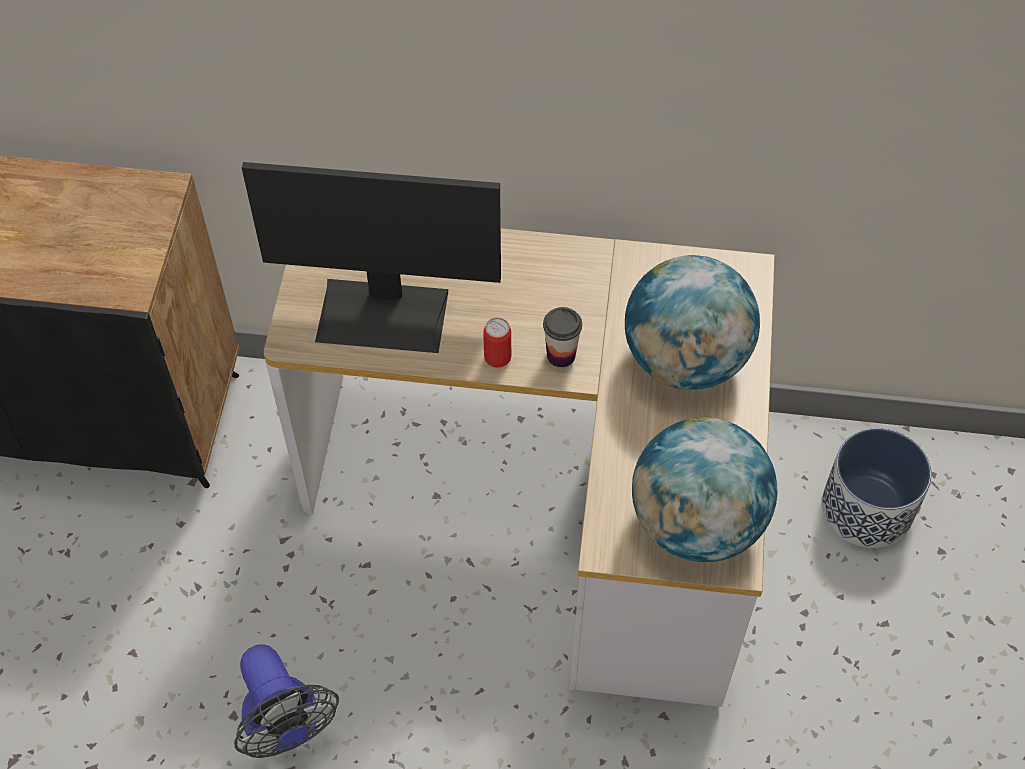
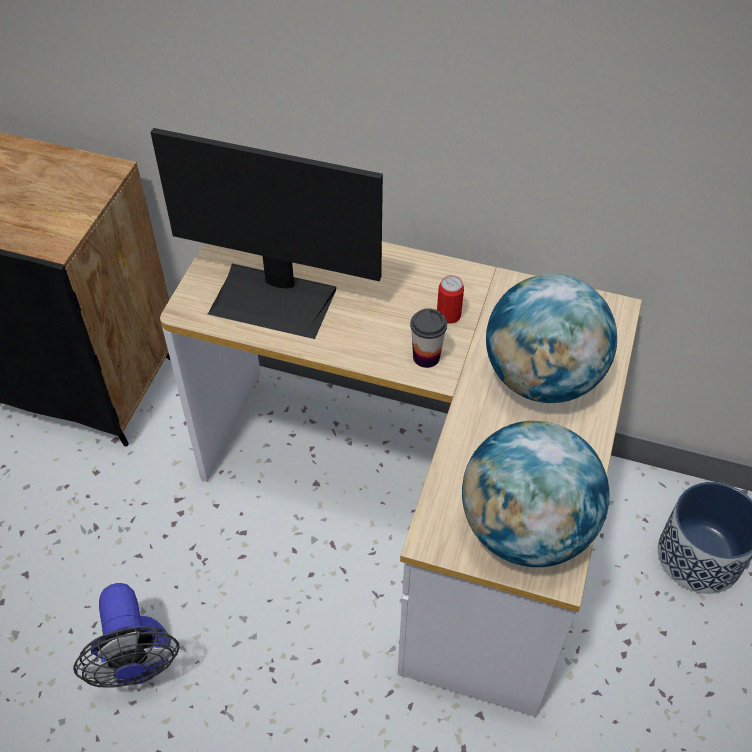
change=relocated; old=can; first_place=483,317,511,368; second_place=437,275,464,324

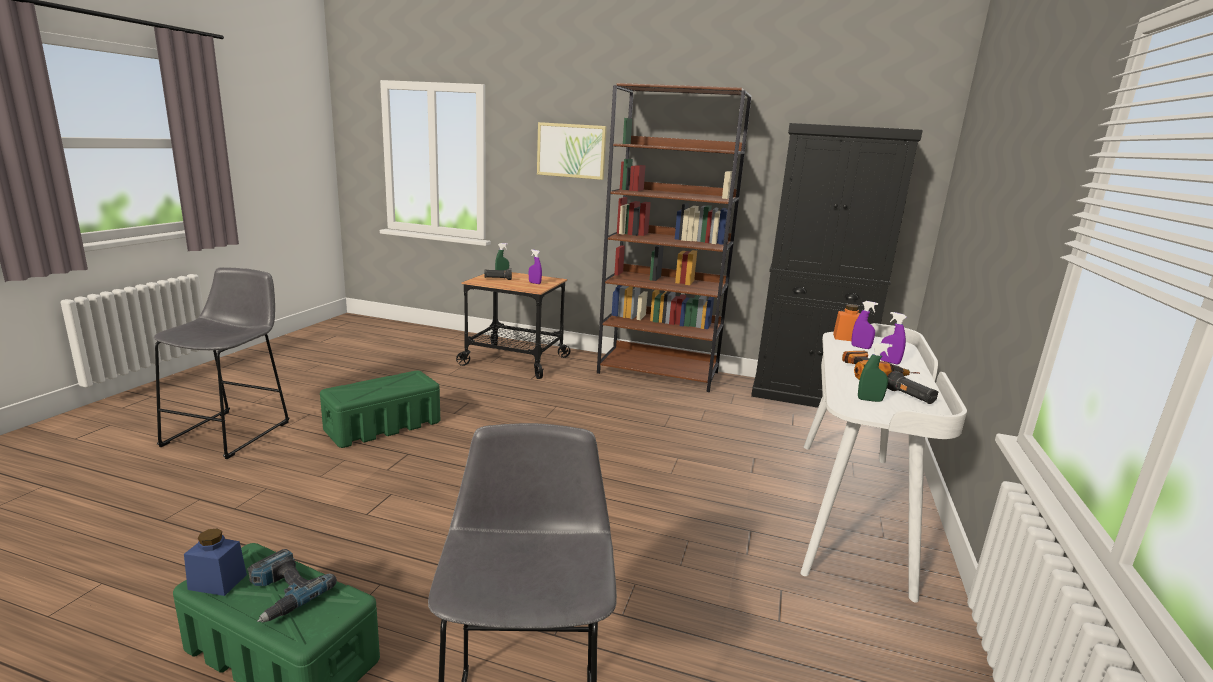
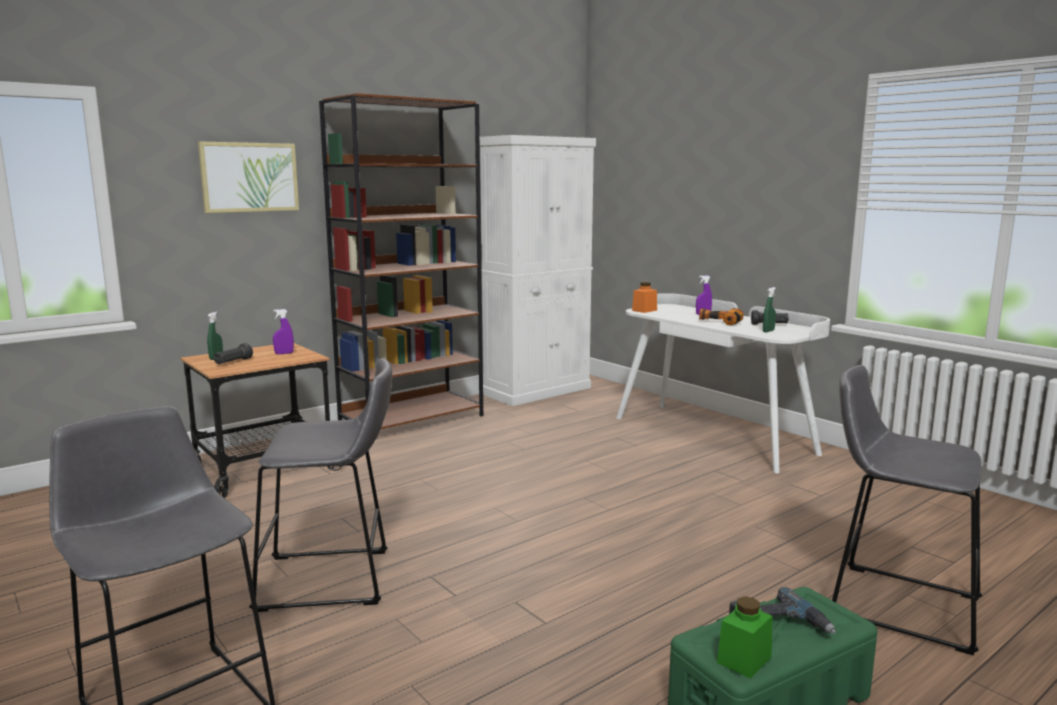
change=colour; old=bluish storage jar; new=green-coloured storage jar; first_place=184,528,247,596; second_place=717,596,773,679
change=exchanged; old=green-coloured storage container; new=gray stool seat; first_place=320,370,440,448; second_place=249,358,392,612
change=colour; old=black-coloured storage cabinet; new=white storage cabinet; first_place=751,123,923,408; second_place=480,135,596,406
change=missing; old=purple-coloured sprayer; first_place=851,301,878,349

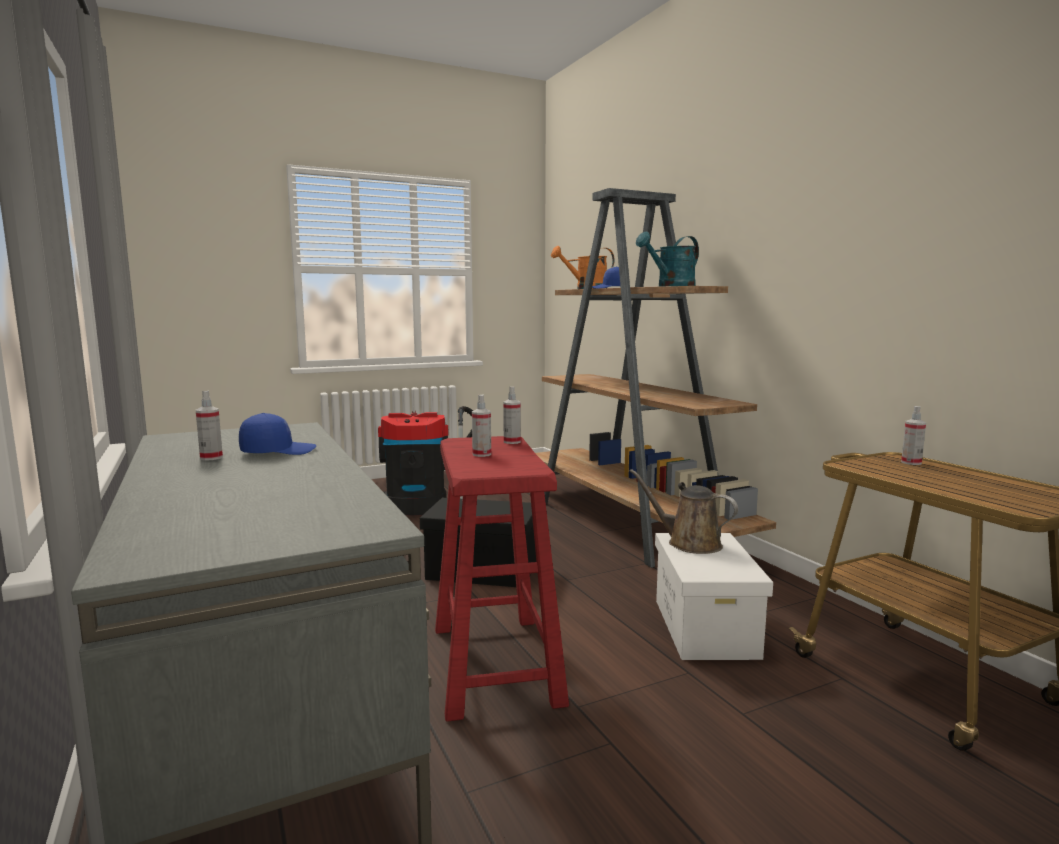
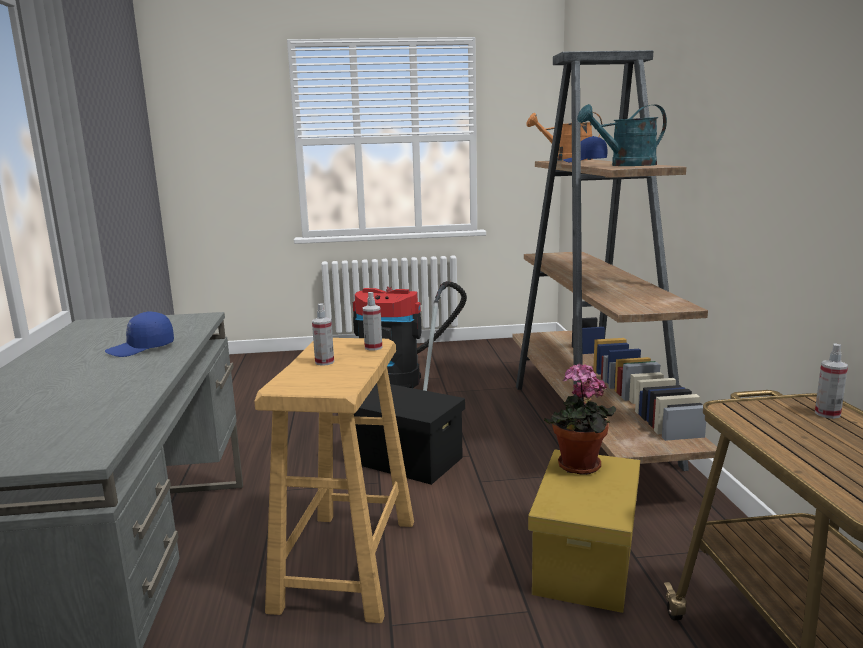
change=missing; old=sprayer; first_place=196,391,223,461
change=spun; old=bluish cap; first_place=239,413,316,455; second_place=105,312,174,357; degrees=150
change=colour; old=red stool seat; new=beige-coloured stool seat; first_place=435,436,569,722; second_place=254,338,414,623
change=exchanged; old=brown watering can; new=plant in a pot; first_place=630,469,738,554; second_place=544,363,616,475
change=colour; old=white storage container; new=yellow-coloured storage container; first_place=655,533,773,660; second_place=528,450,640,613

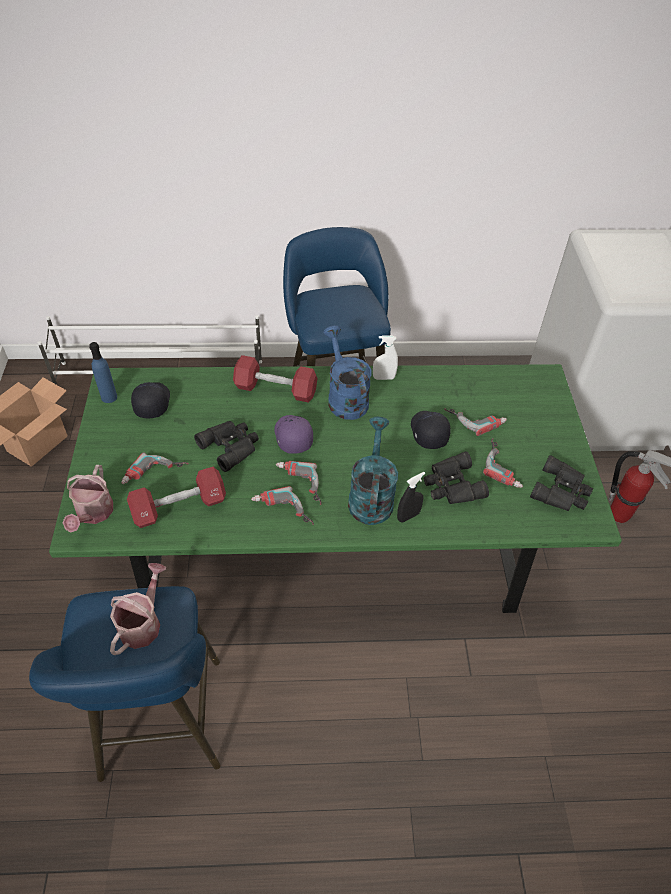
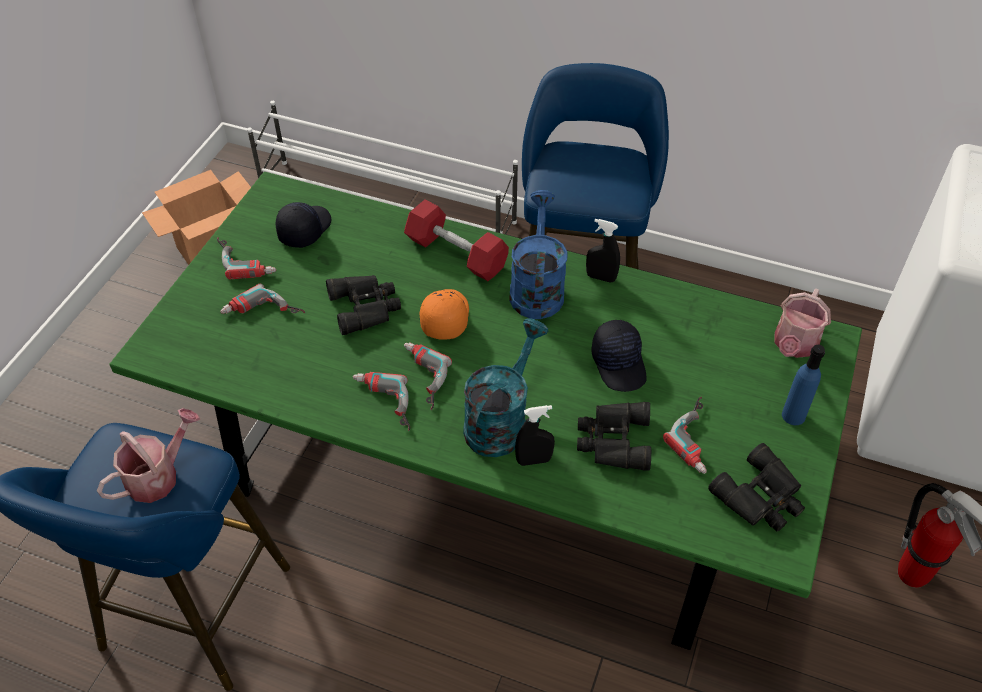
change=relocated; old=watering can; first_place=62,465,113,532; second_place=774,289,831,358
change=relocated; old=bluish drink bottle; first_place=89,342,117,403; second_place=782,345,825,425
change=missing; old=red hand weight; first_place=127,467,226,528
change=colour; old=purple-coloured cap; new=orangey cap; first_place=274,415,313,454; second_place=420,289,469,340
change=colour; old=white sprayer; new=black-coloured sprayer; first_place=373,335,398,380; second_place=586,219,620,283
change=spun; old=black-coloured cap; first_place=411,411,451,449; second_place=591,320,647,392; degrees=150
change=relocated; old=power drill; first_place=444,408,507,436; second_place=217,237,276,279

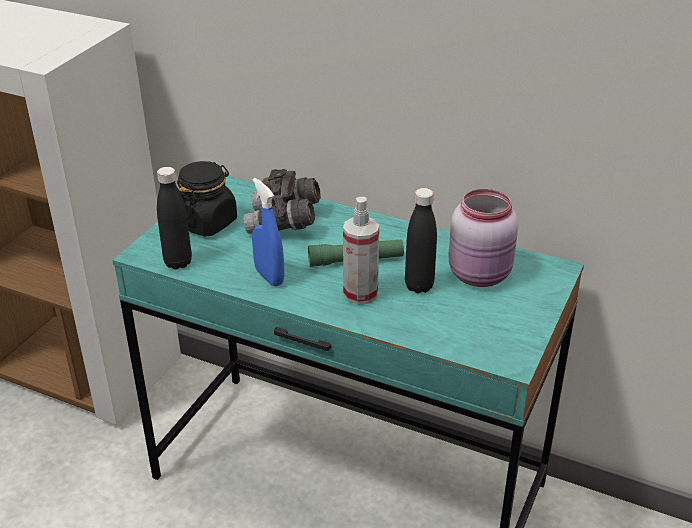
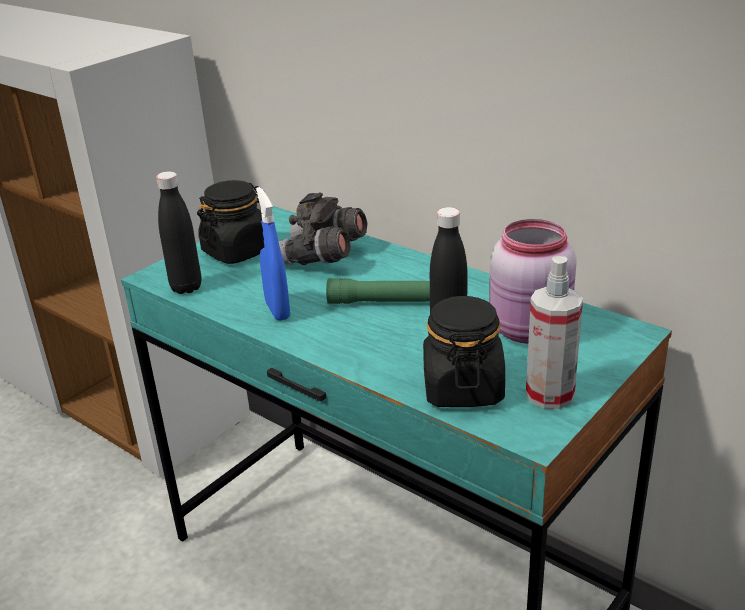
change=relocated; old=sprayer; first_place=343,197,379,305; second_place=526,256,583,409
change=appeared; new=black-coloured storage jar; second_place=423,296,505,407

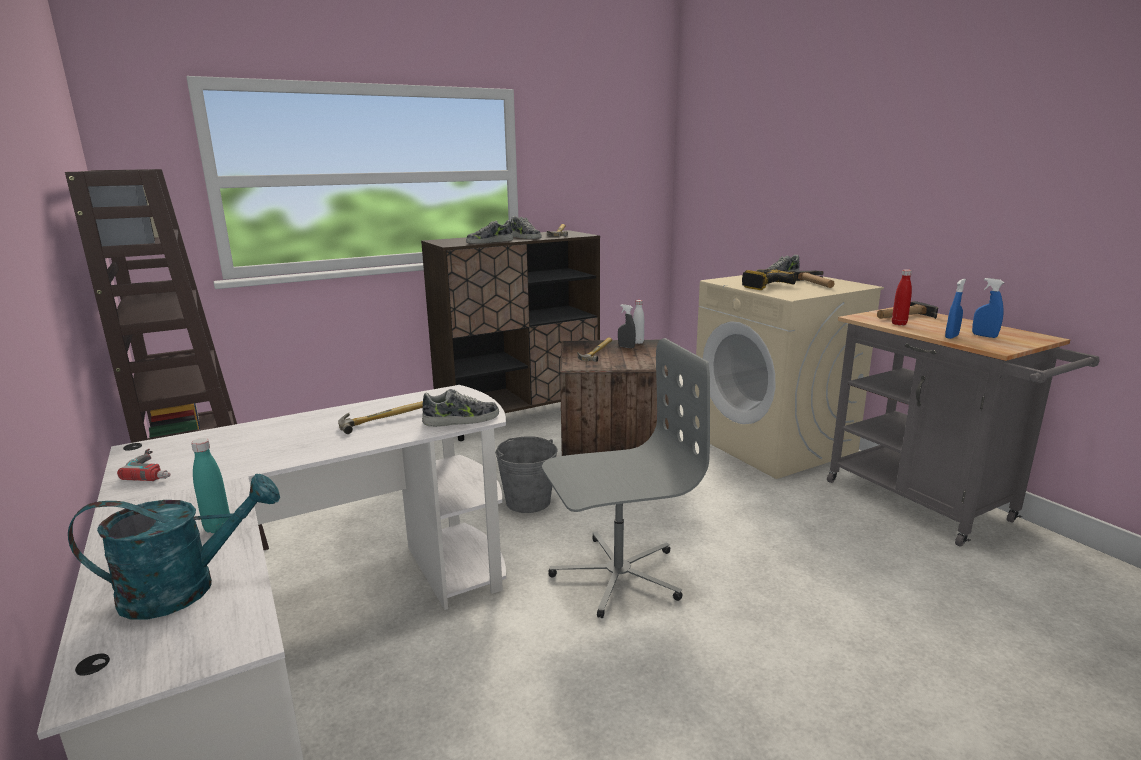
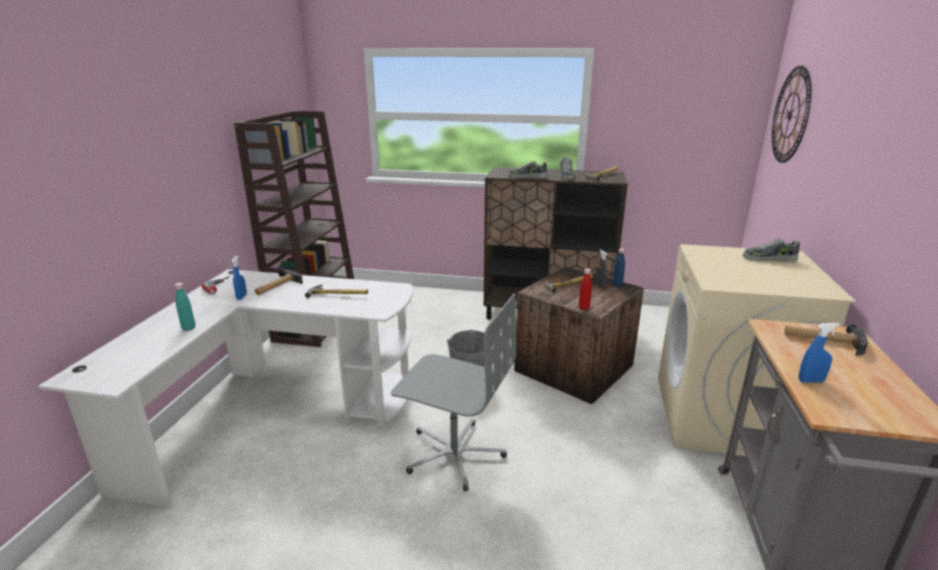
change=missing; old=turquoise-coloured watering can; first_place=68,474,280,620
change=missing; old=item of footwear; first_place=422,389,499,427
change=colour; old=white drink bottle; new=bluish drink bottle; first_place=633,300,644,344; second_place=613,249,625,286
change=missing; old=power drill; first_place=742,269,797,290
change=relocated; old=hand hammer; first_place=790,271,835,288; second_place=255,270,303,295
change=relocated; old=red drink bottle; first_place=892,269,912,325; second_place=579,269,592,310
change=relocated; old=bluish sprayer; first_place=972,278,1004,338; second_place=232,255,247,300
change=appeared; new=wall clock; second_place=772,66,812,163

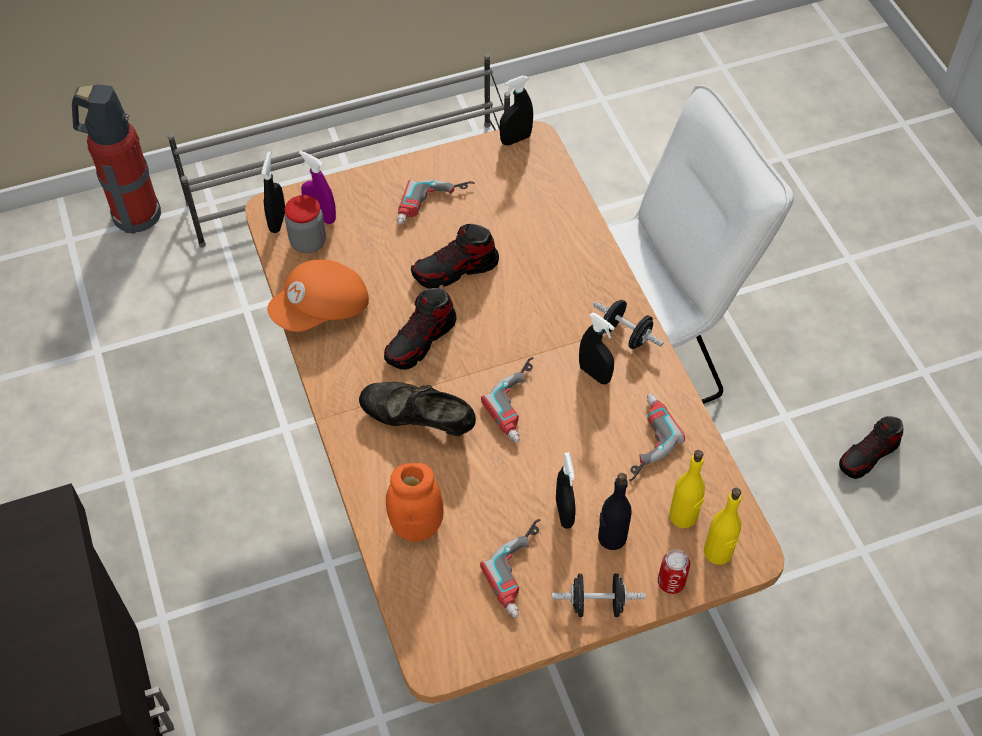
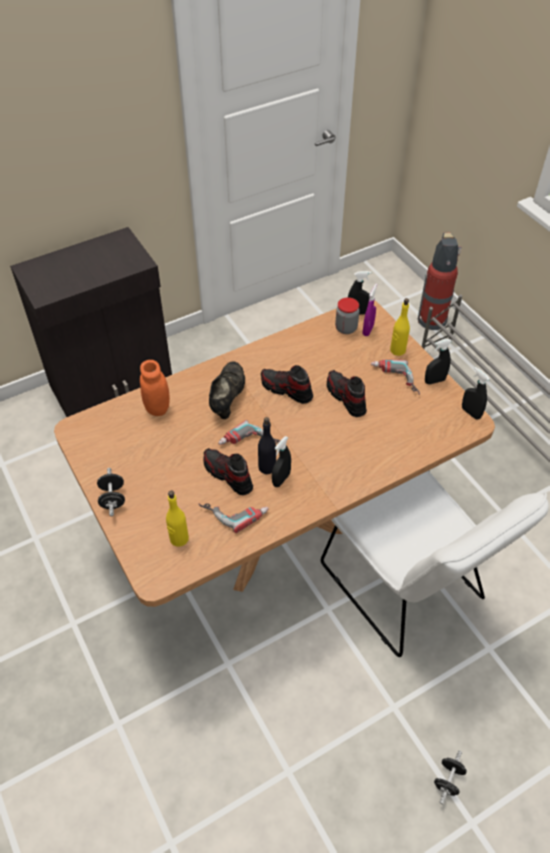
change=missing; old=orangey cap; first_place=267,259,369,332
change=missing; old=power drill; first_place=480,519,541,618
change=relocated; old=black-coloured sprayer; first_place=556,452,576,529; second_place=425,339,452,384
change=relocated; old=black-coloured hand weight; first_place=593,300,664,349; second_place=434,750,467,804
change=relocated; old=black-coloured drink bottle; first_place=598,473,632,550; second_place=258,417,276,474
change=missing; old=can; first_place=658,549,690,594
change=relocated; old=yellow-coloured drink bottle; first_place=704,488,741,565; second_place=390,298,410,356
change=relocated; old=item of footwear; first_place=839,416,903,479; second_place=203,448,253,495

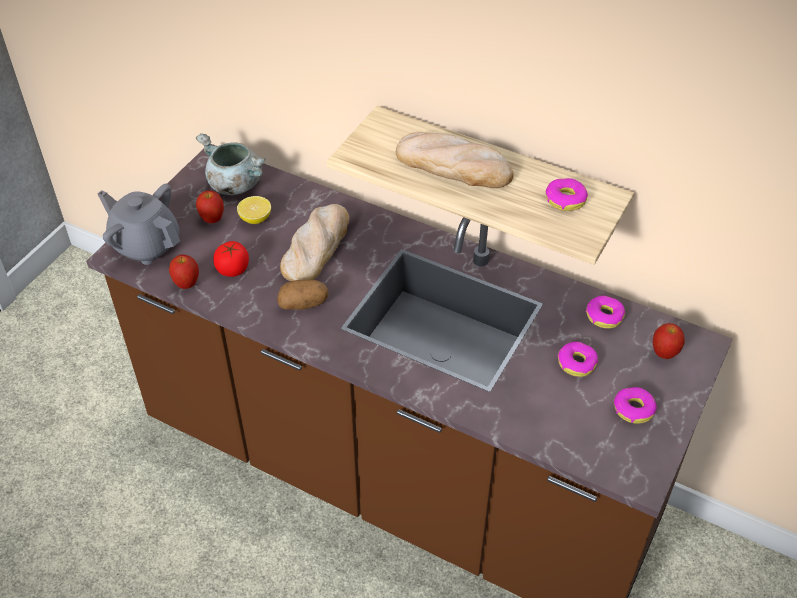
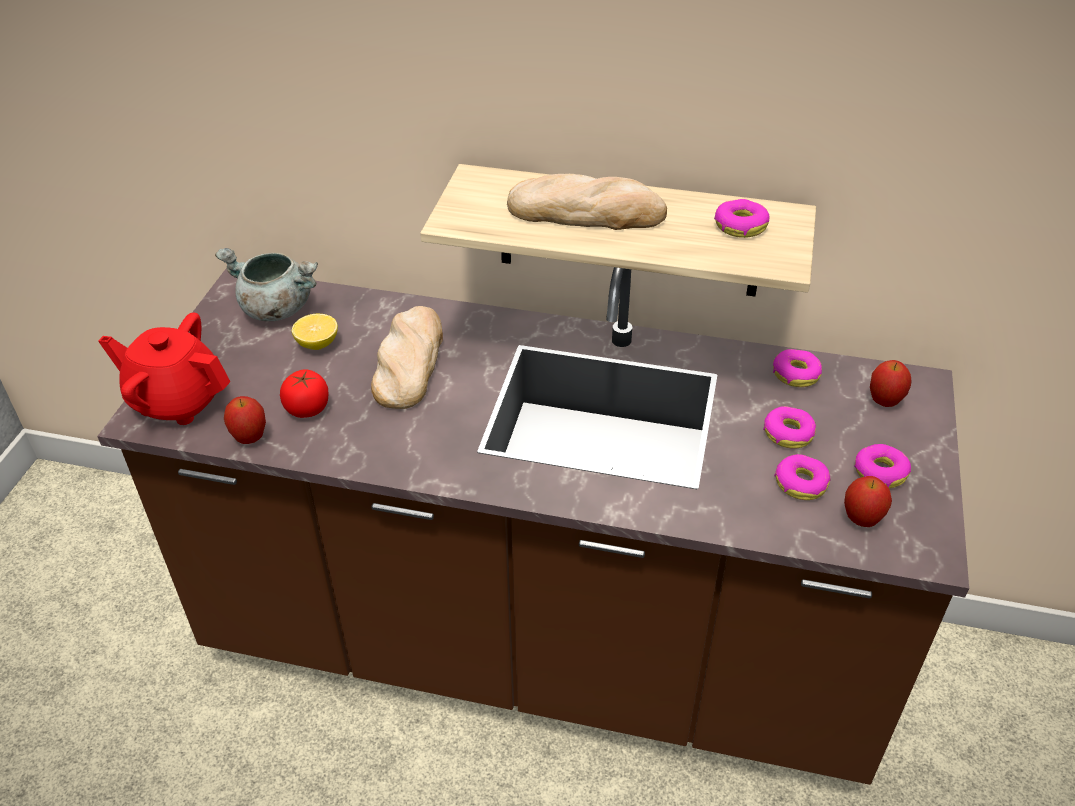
change=colour; old=gray pot for tea; new=red pot for tea; first_place=98,184,180,265; second_place=98,312,230,425
change=relocated; old=apple fruit; first_place=196,191,224,223; second_place=844,476,892,527
change=missing; old=whole potato; first_place=277,280,329,310
change=appeared; new=donut; second_place=774,454,831,500

